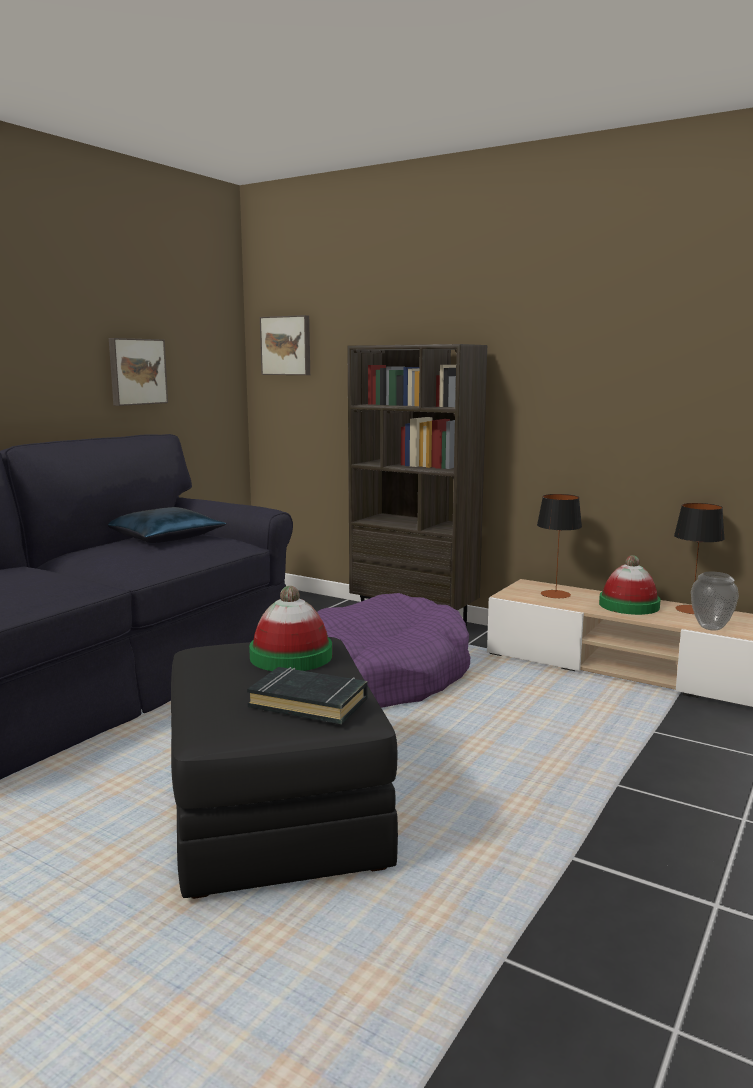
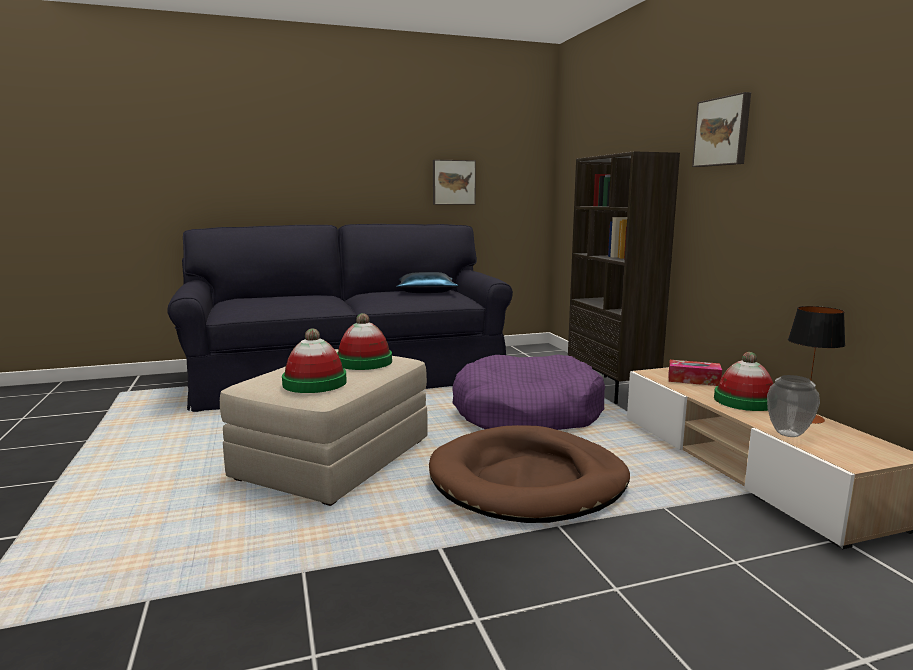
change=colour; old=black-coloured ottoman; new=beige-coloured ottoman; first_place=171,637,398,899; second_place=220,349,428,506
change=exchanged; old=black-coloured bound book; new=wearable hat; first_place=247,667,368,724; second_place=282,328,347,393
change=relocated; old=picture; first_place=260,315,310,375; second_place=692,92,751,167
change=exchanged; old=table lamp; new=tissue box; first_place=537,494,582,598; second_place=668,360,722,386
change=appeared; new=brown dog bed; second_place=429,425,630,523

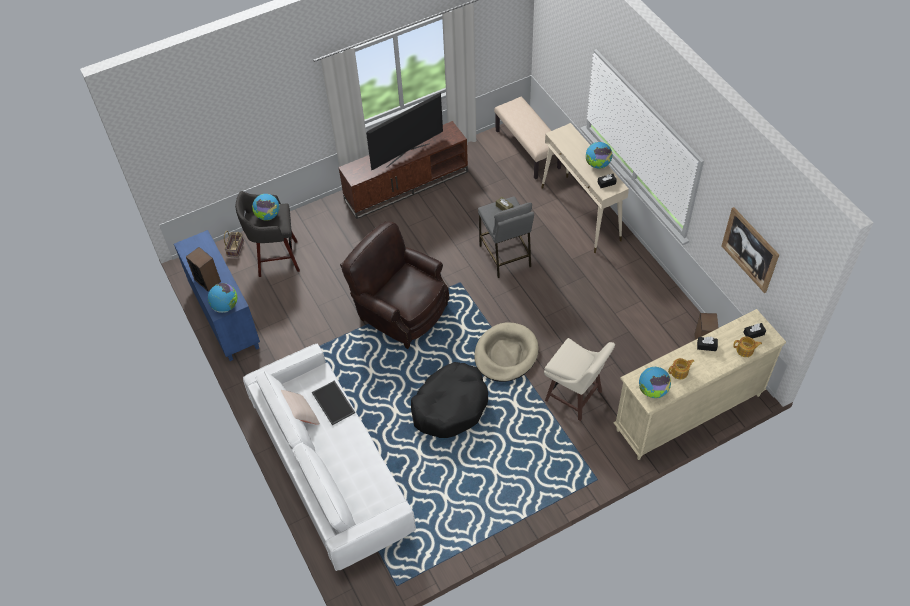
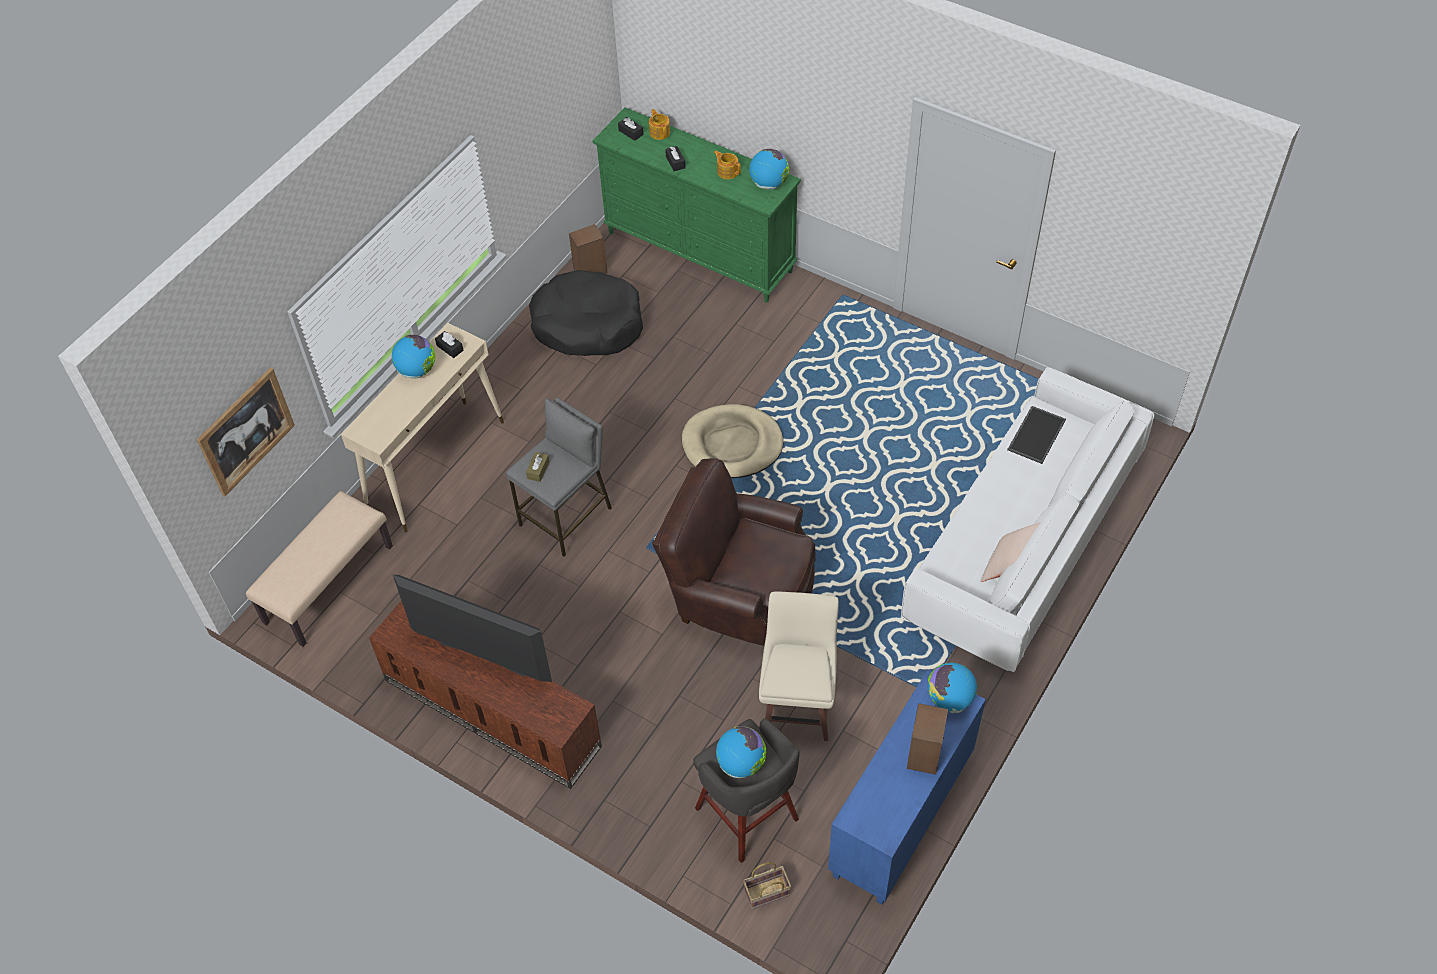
change=relocated; old=tray; first_place=312,380,355,425; second_place=1007,406,1066,464
change=spun; old=brown armchair; first_place=340,221,450,349; second_place=652,458,816,646; degrees=105
change=relocated; old=black-coloured dog bed; first_place=411,362,488,438; second_place=529,270,643,356
change=relocated; old=beige-coloured stool seat; first_place=544,338,615,421; second_place=759,591,839,741
change=colour; old=beige-coloured dresser; new=green-coloured dresser; first_place=613,309,786,460; second_place=593,107,801,303
change=relocated; old=picture; first_place=722,207,779,293; second_place=197,367,295,496

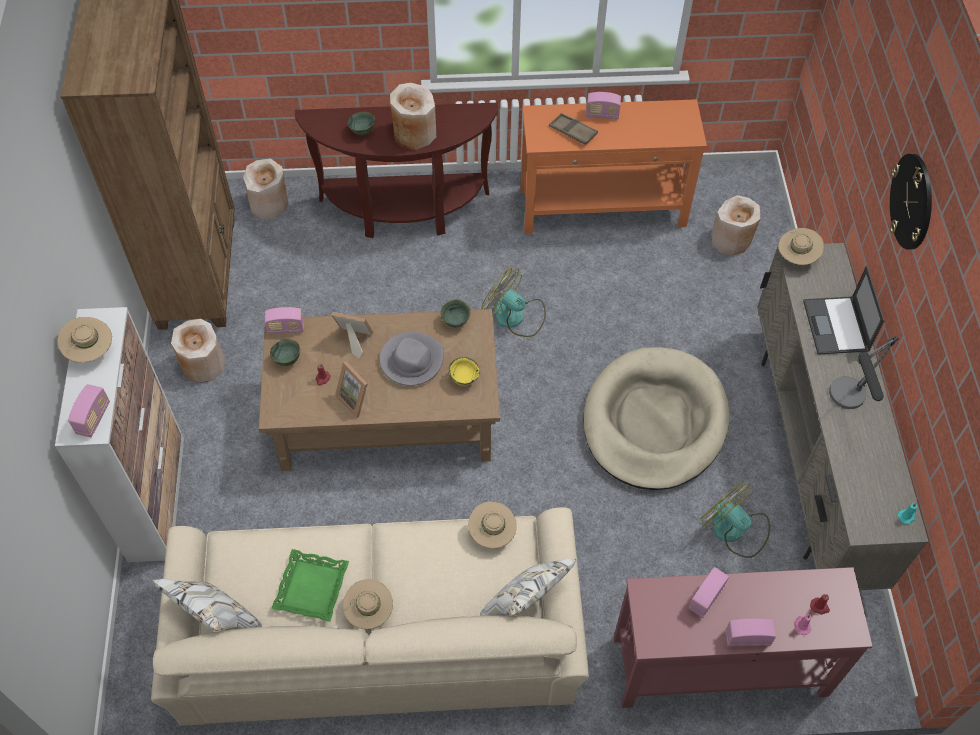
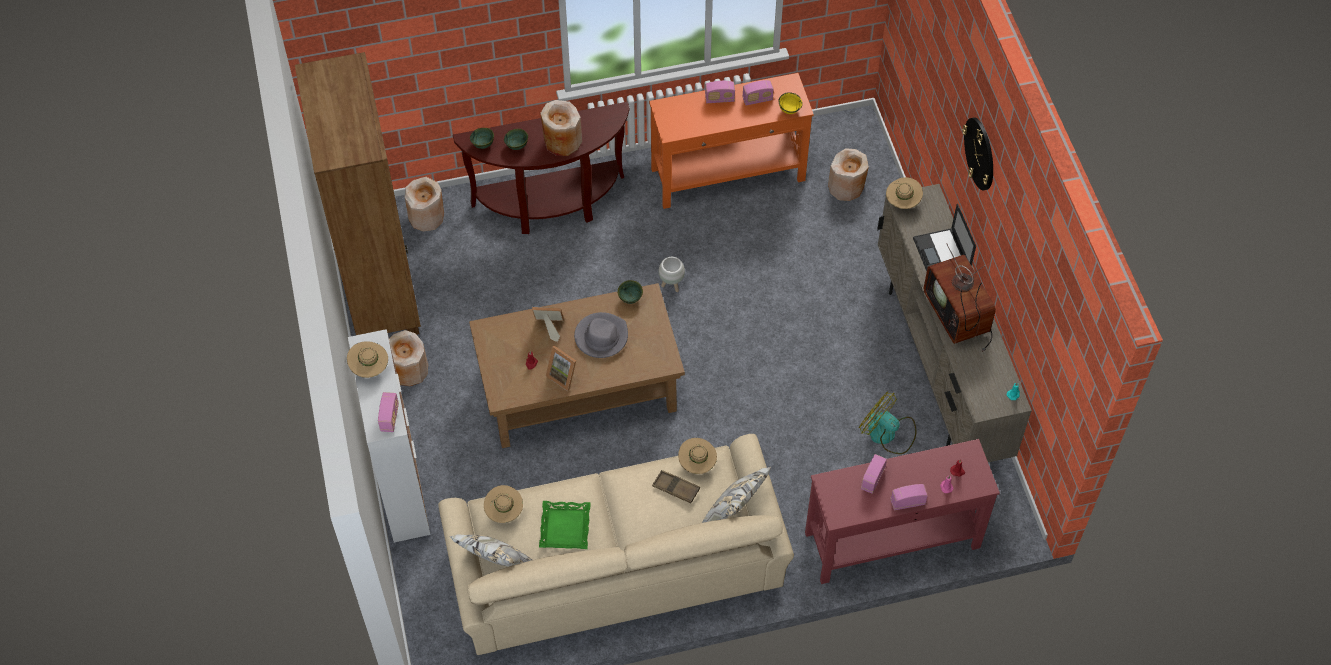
change=relocated; old=radio set; first_place=265,307,304,334; second_place=742,80,774,106
change=relocated; old=green-coloured deep dish; first_place=270,339,300,366; second_place=470,128,494,149
change=relocated; old=beige-coloured wearable hat; first_place=343,579,393,629; second_place=484,485,523,523
change=relocated; old=yellow-coloured deep dish; first_place=449,357,480,386; second_place=778,92,803,114
change=exchanged; old=fan; new=white plant pot; first_place=481,268,546,337; second_place=659,257,685,292
change=relocated; old=brown tray; first_place=549,113,598,145; second_place=652,470,700,503
change=missing; old=beige-coloured dog bed; first_place=583,347,730,490
change=exchanged; old=table lamp; new=TV set; first_place=829,336,899,409; second_place=924,243,996,352

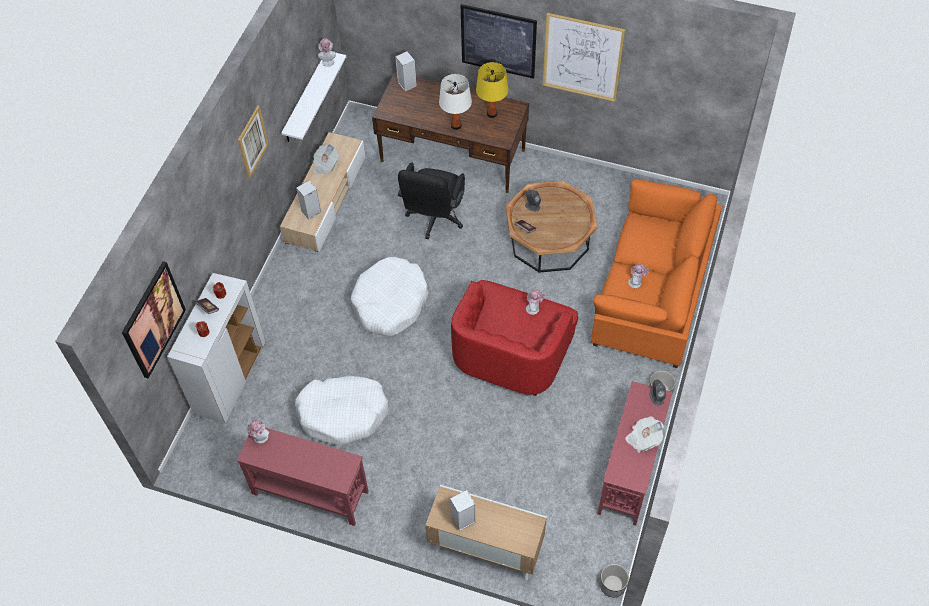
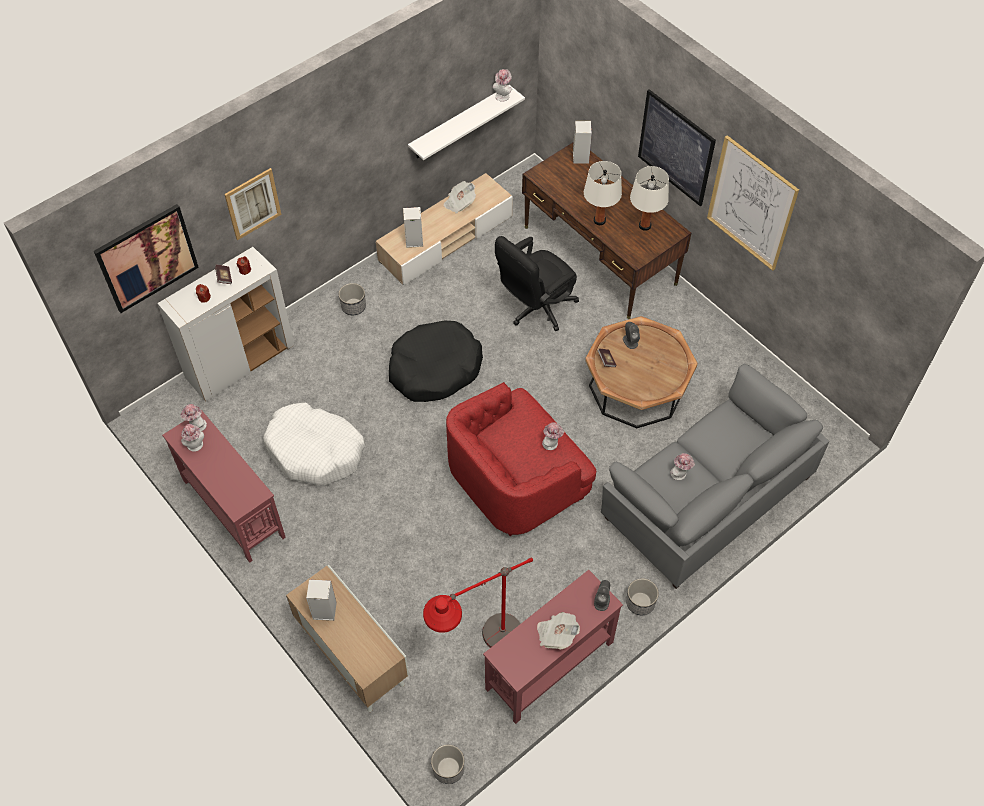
change=relocated; old=picture; first_place=238,106,269,178; second_place=224,168,281,240
change=colour; old=white dog bed; new=black-coloured dog bed; first_place=351,257,428,336; second_place=389,321,483,402
change=colour; old=yellow-coloured table lamp; new=white table lamp; first_place=476,62,509,118; second_place=630,166,669,231
change=colour; old=orangey settee; new=gray settee; first_place=591,179,722,368; second_place=601,364,829,589
change=appeared; new=wearable hat; second_place=181,424,204,452
change=appeared; new=plant pot; second_place=339,283,366,315
change=appeared; new=red standing lamp; second_place=423,558,533,648

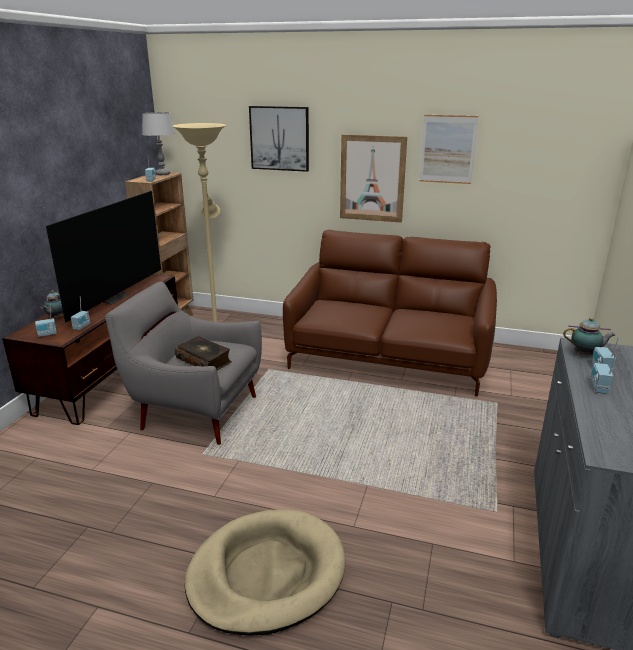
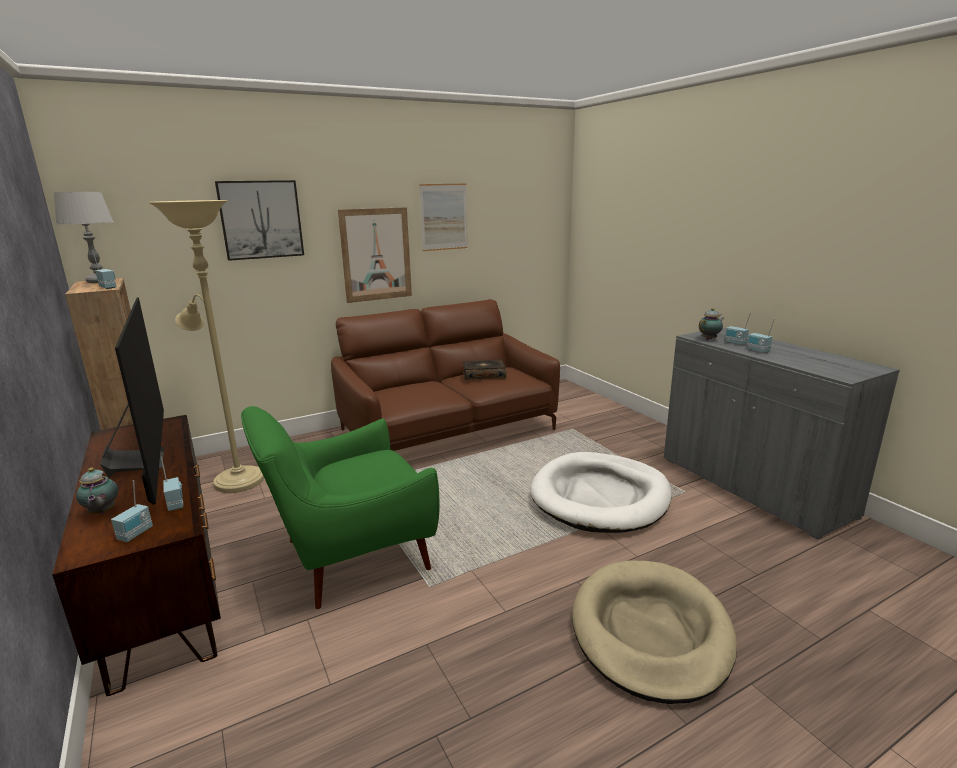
change=colour; old=gray armchair; new=green-coloured armchair; first_place=105,282,262,445; second_place=241,406,440,609
change=relocated; old=bound book; first_place=175,336,232,370; second_place=463,359,506,380
change=appeared; new=white dog bed; second_place=530,452,671,533

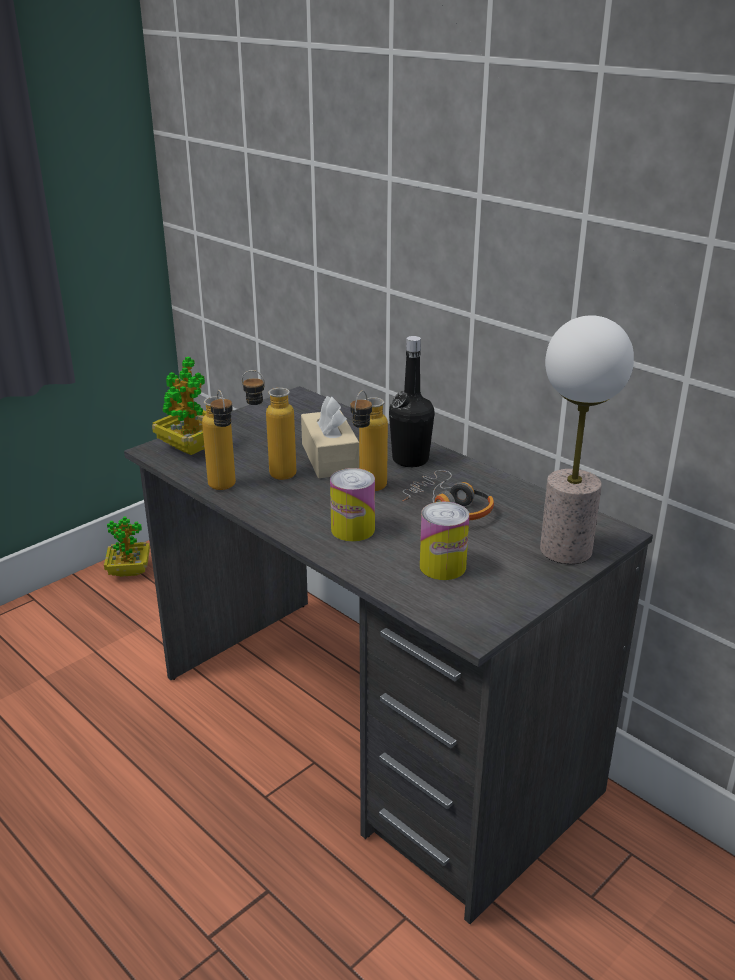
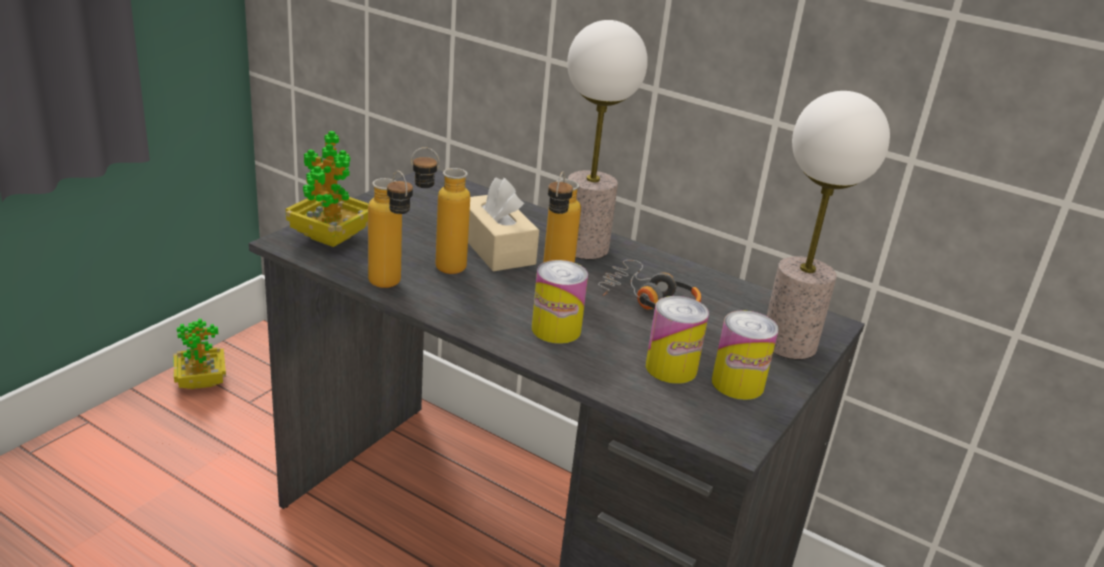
change=exchanged; old=black-coloured drink bottle; new=table lamp; first_place=389,336,435,467; second_place=567,20,648,259
change=appeared; new=can; second_place=712,311,779,400

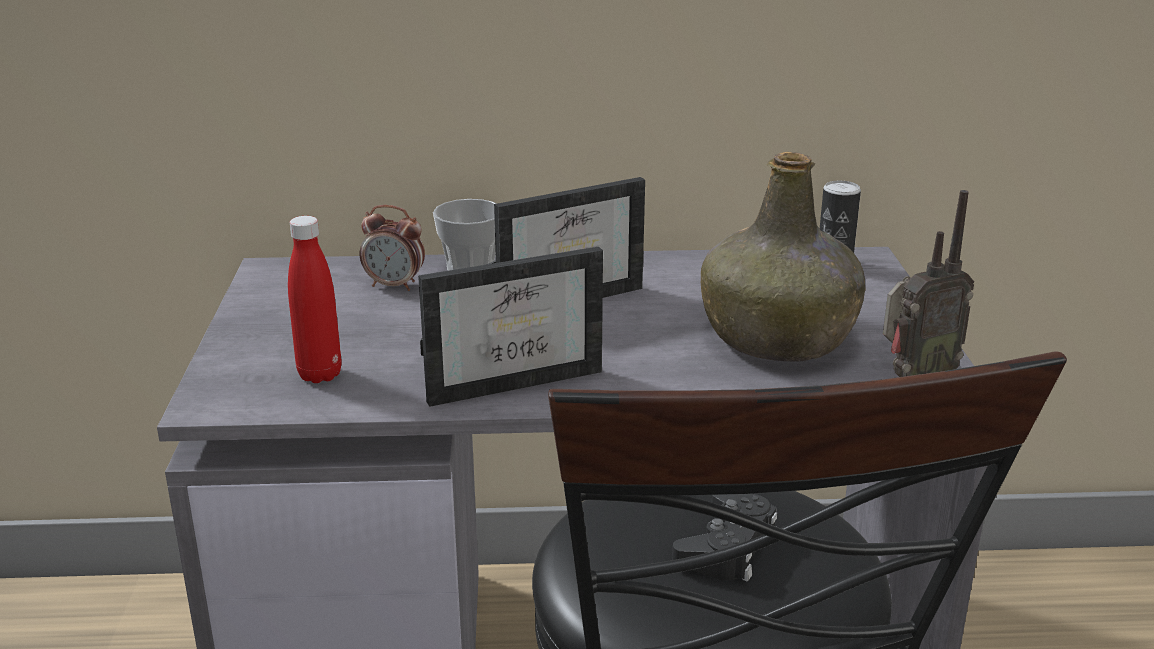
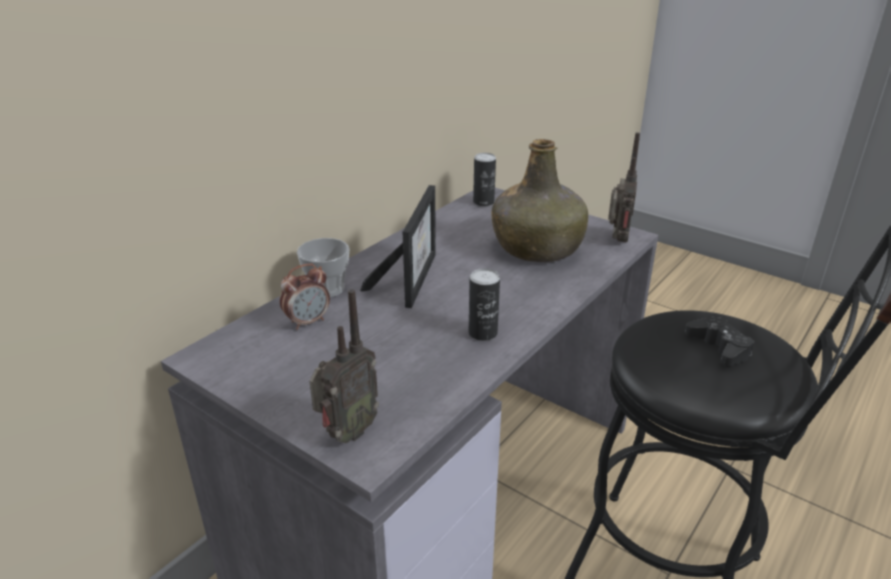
change=missing; old=red drink bottle; first_place=288,216,342,383
change=exchanged; old=photo frame; new=can; first_place=418,246,603,407; second_place=468,268,500,341
change=appeared; new=radio set; second_place=309,289,379,443

